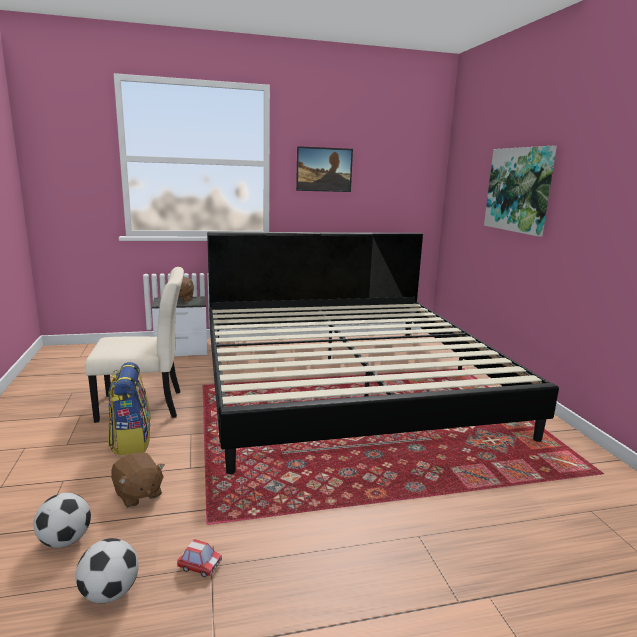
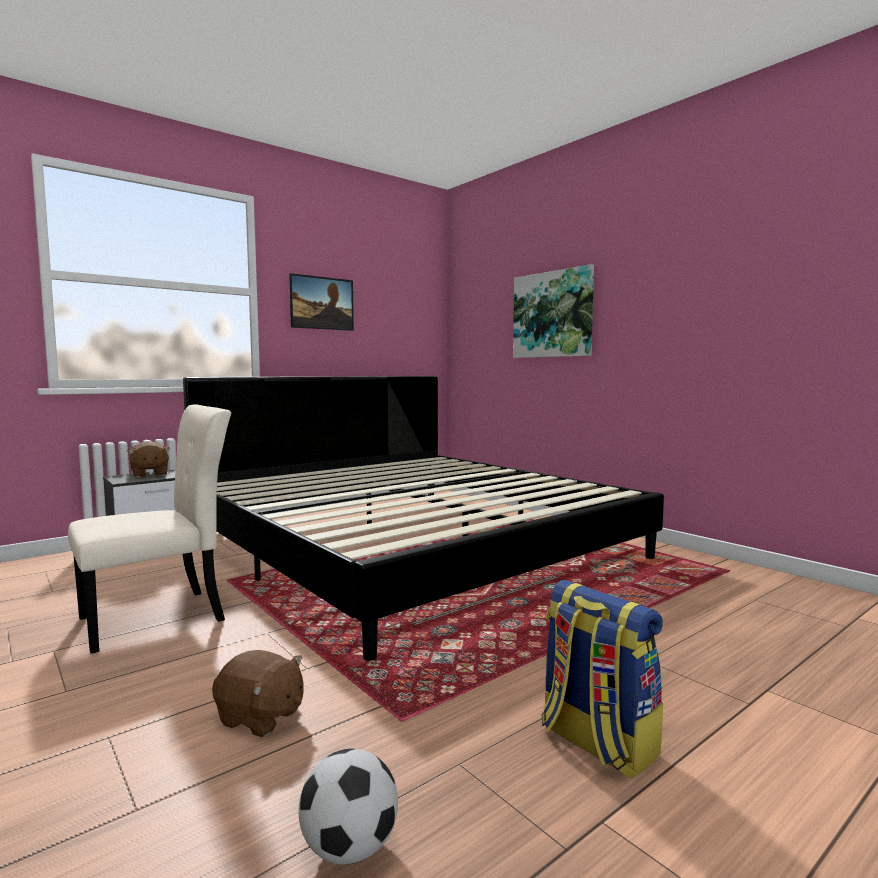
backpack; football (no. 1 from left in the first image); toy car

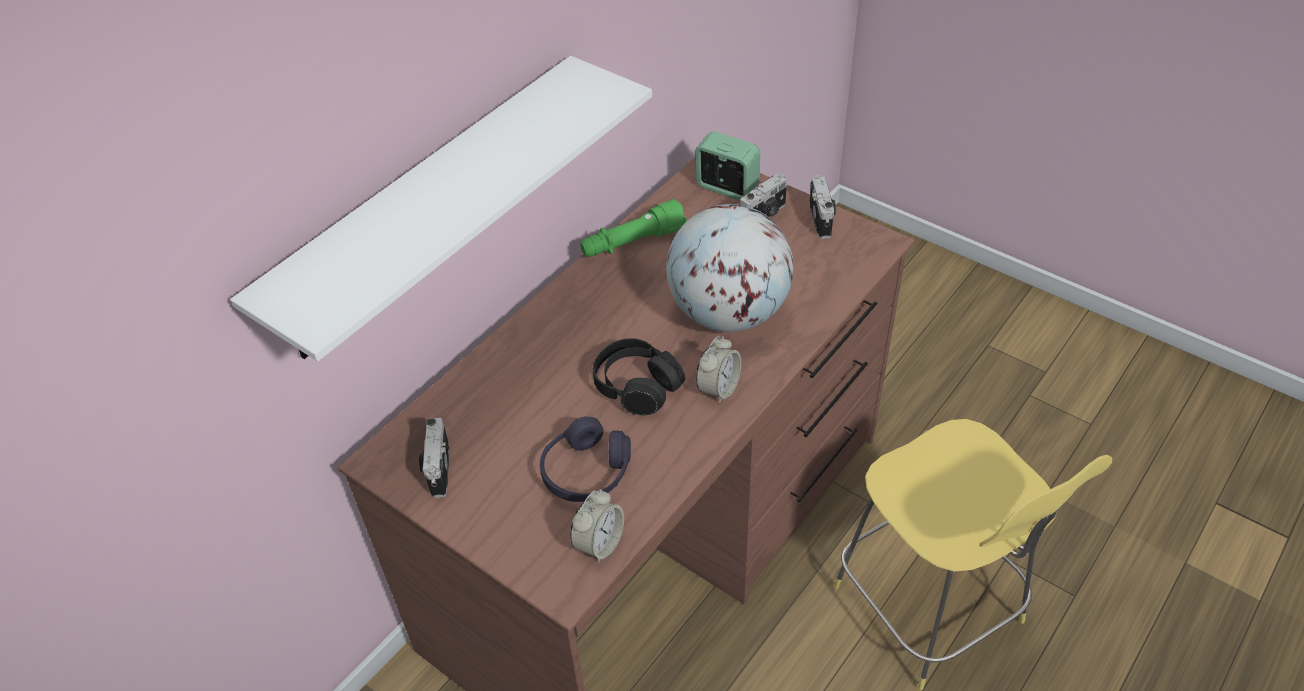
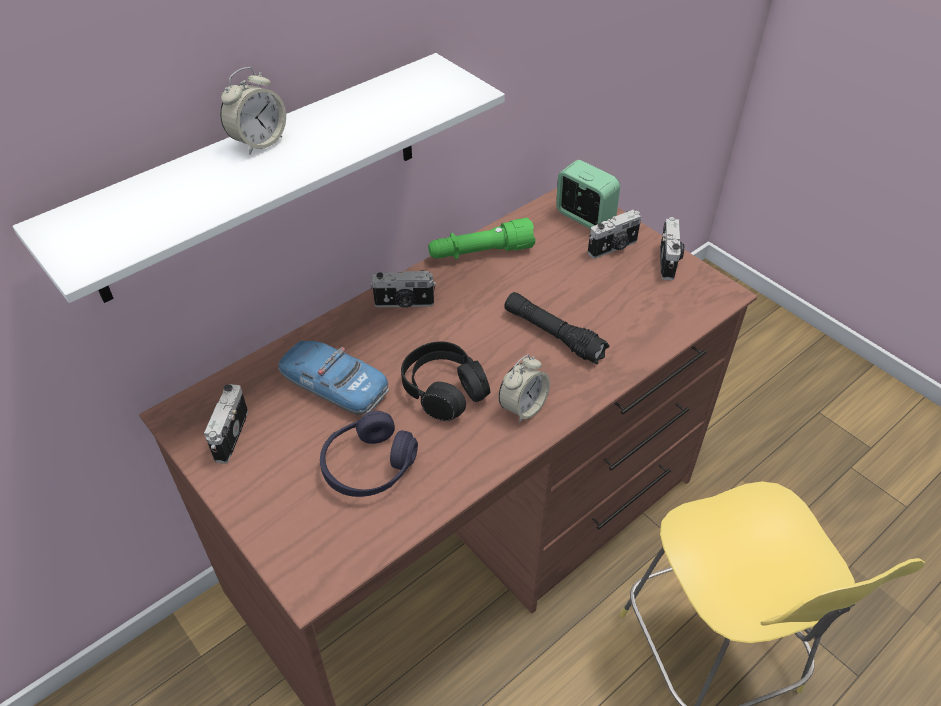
black flashlight; alarm clock (no. 1 from left); photo camera (no. 2 from left); toy car

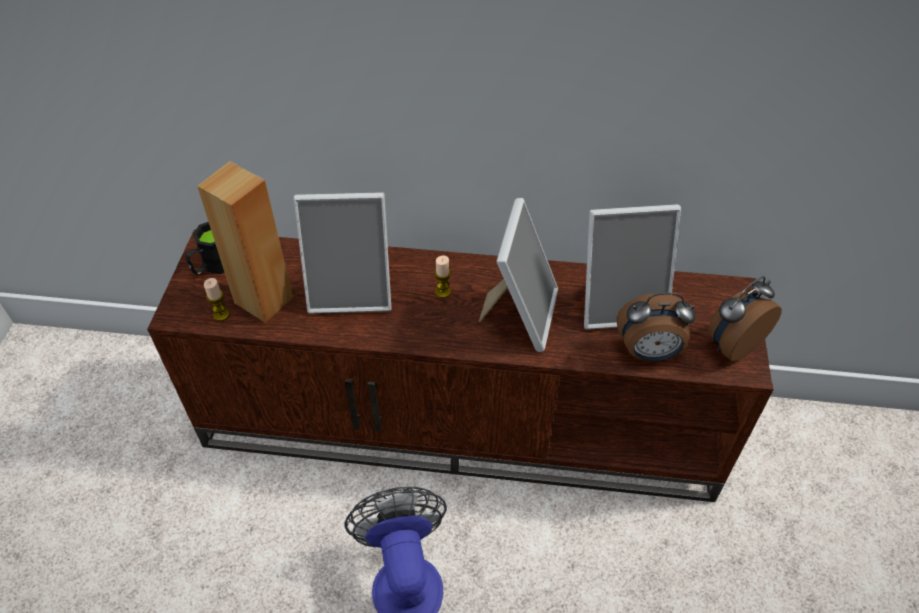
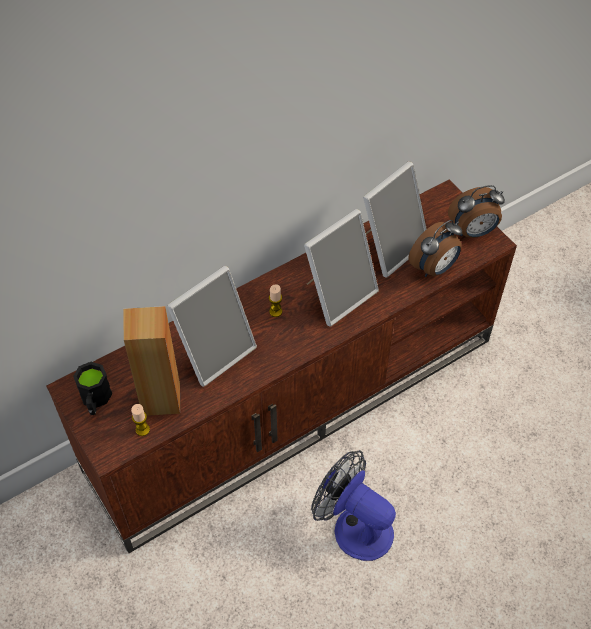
picture frame (no. 2 from left); alarm clock (no. 2 from left)

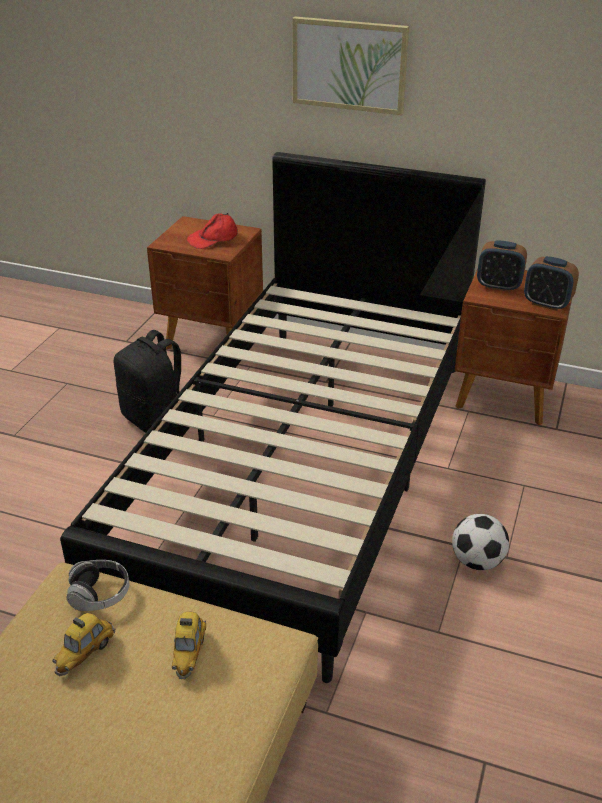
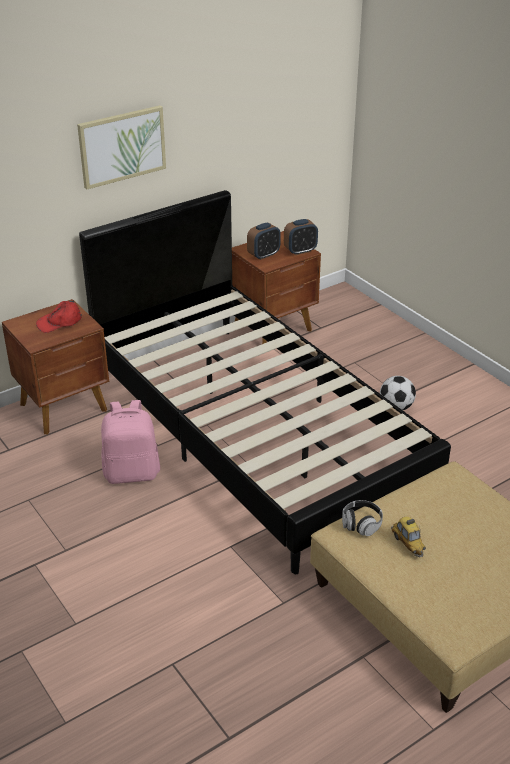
red cap; pink backpack; toy car (no. 2 from left in the first image)

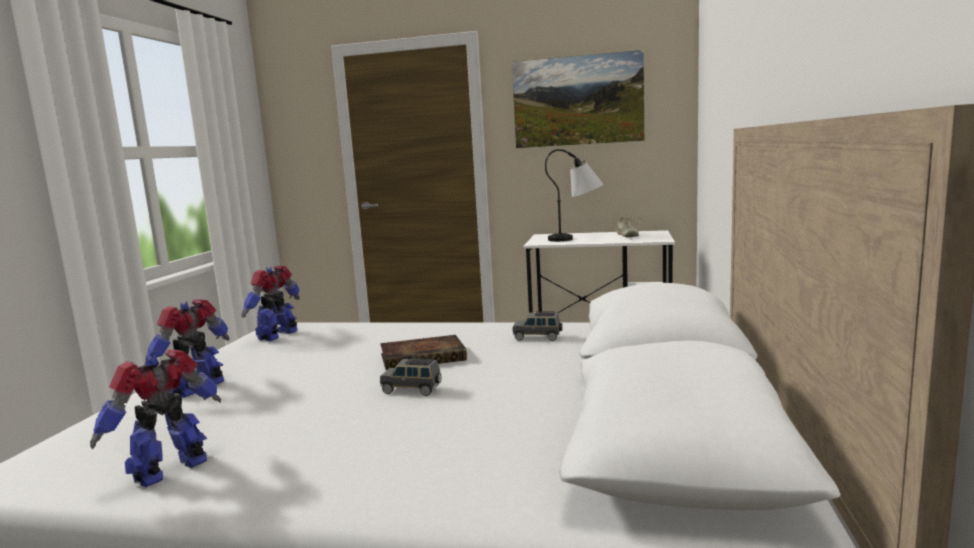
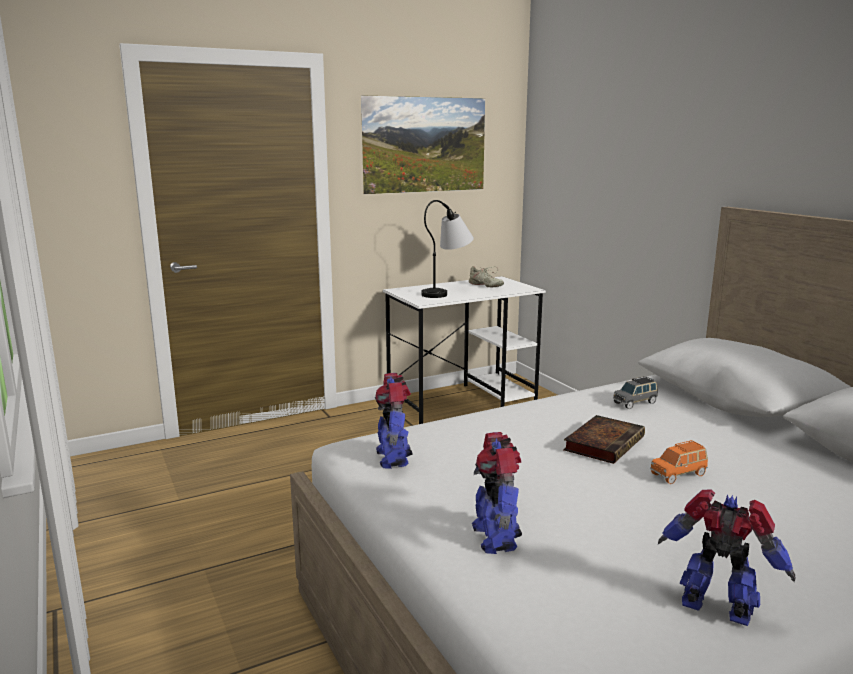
toy robot (no. 3 from left); orange toy car

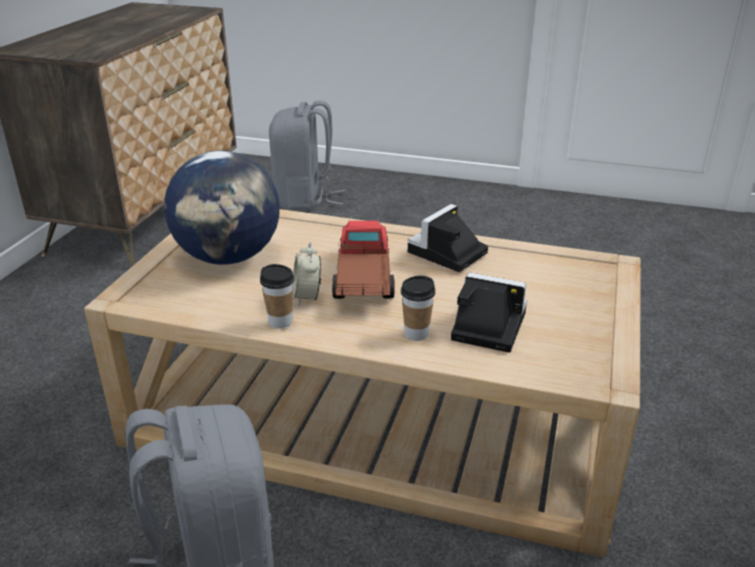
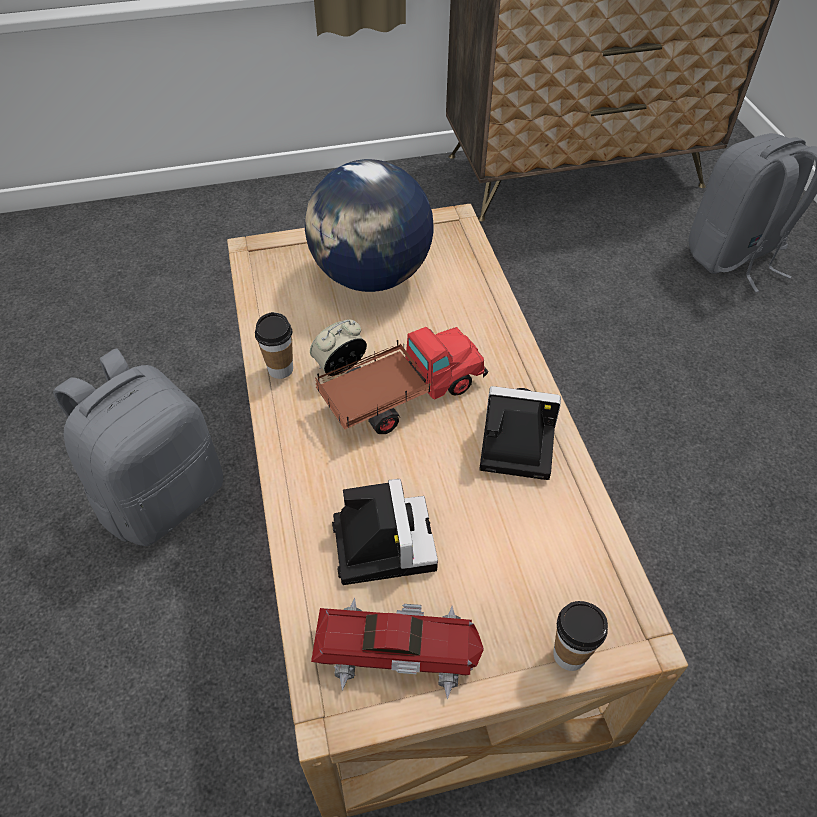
cup (no. 2 from left); toy car

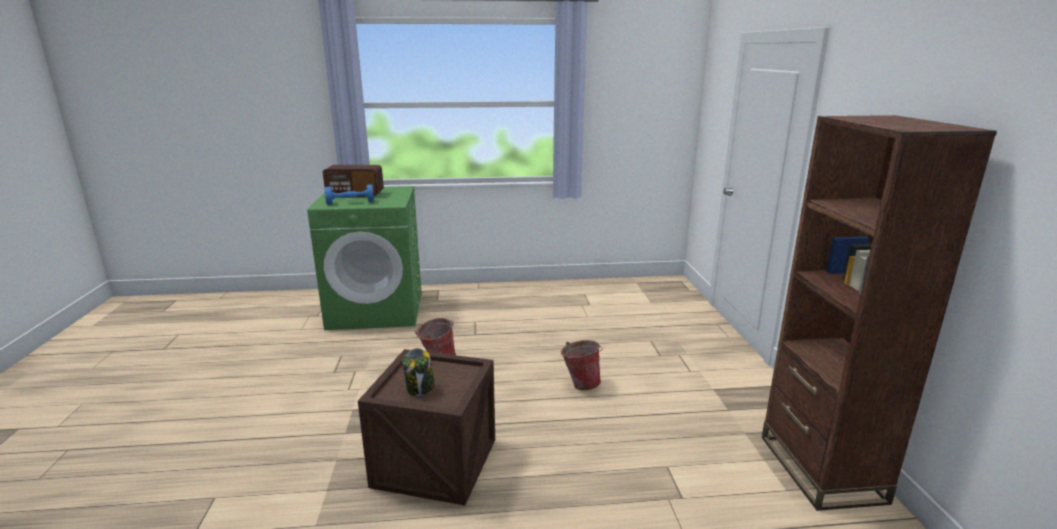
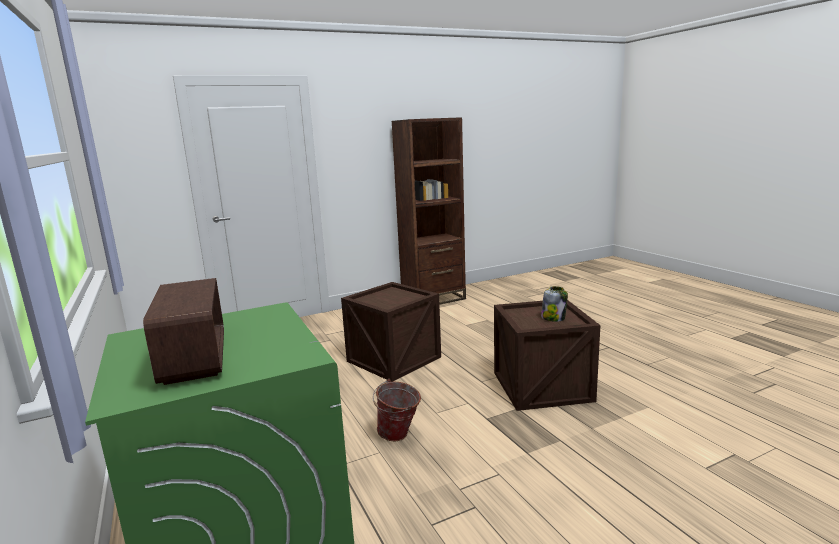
blue dumbbell; crate (no. 1 from left)

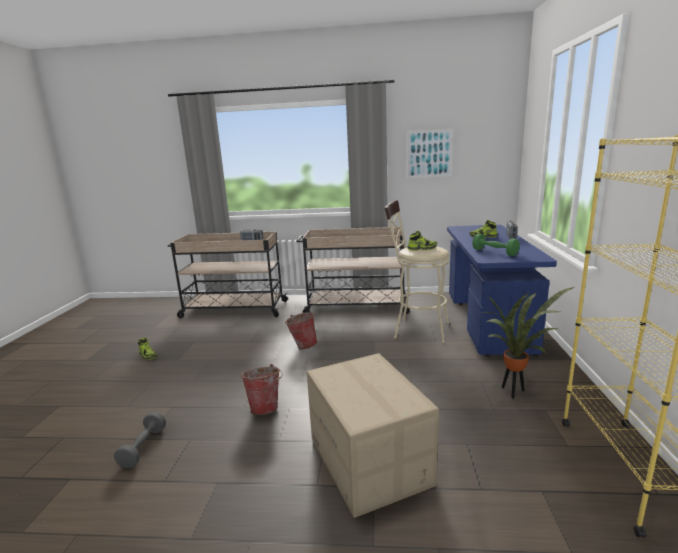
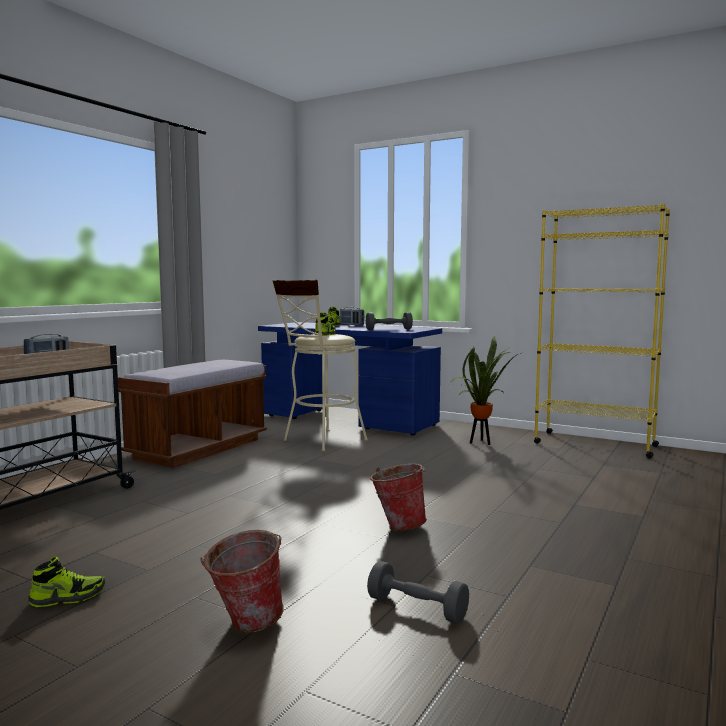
picture; brown bench; grey dumbbell (no. 1 from left); bucket (no. 1 from left); cardboard box

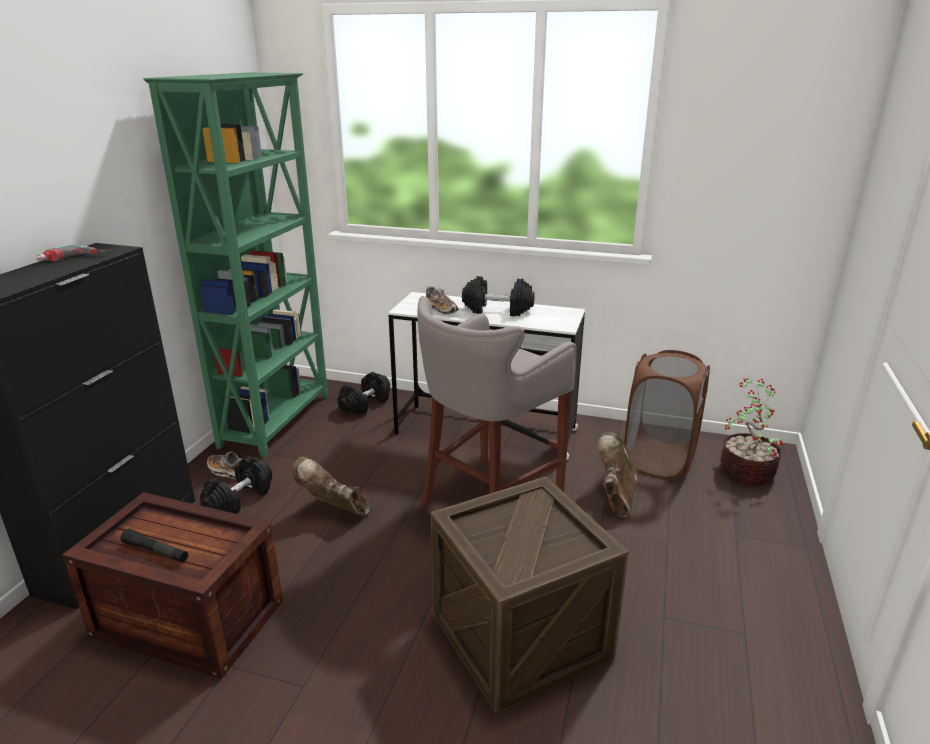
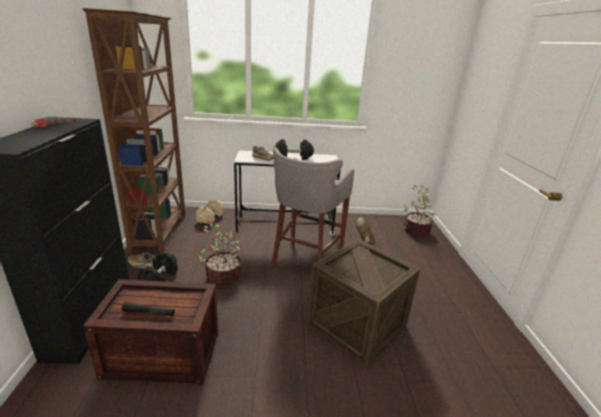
brown bookcase; brown laundry basket; beige dumbbell; potted plant (no. 1 from left)

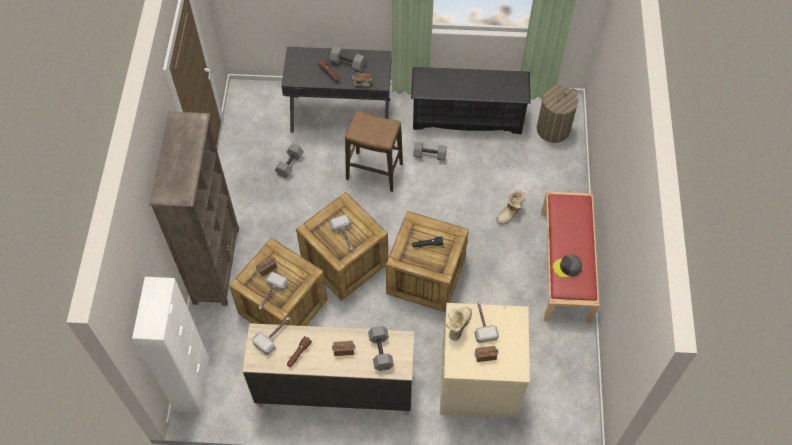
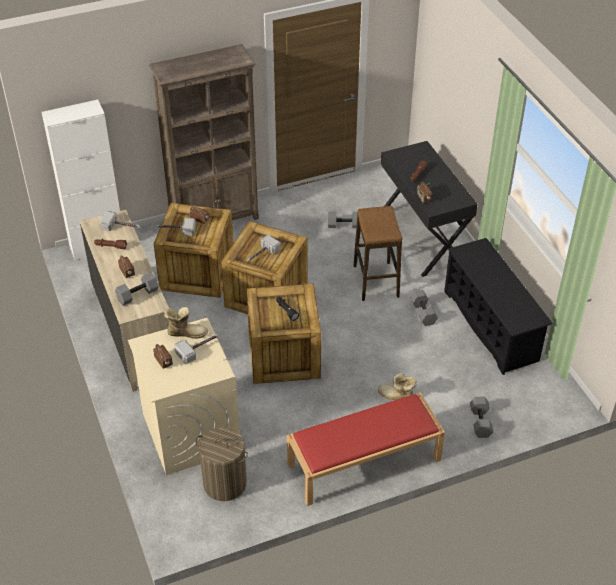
grey dumbbell (no. 4 from left); laundry basket; grey cap

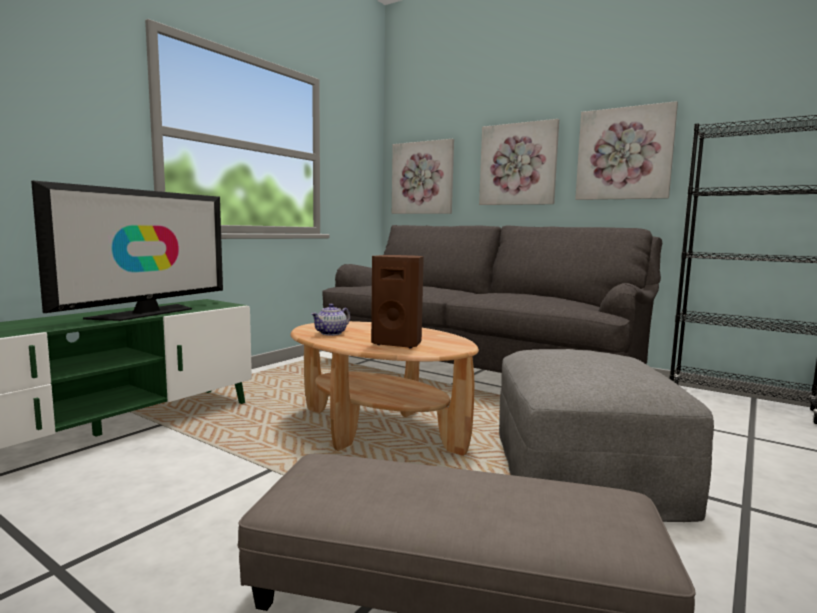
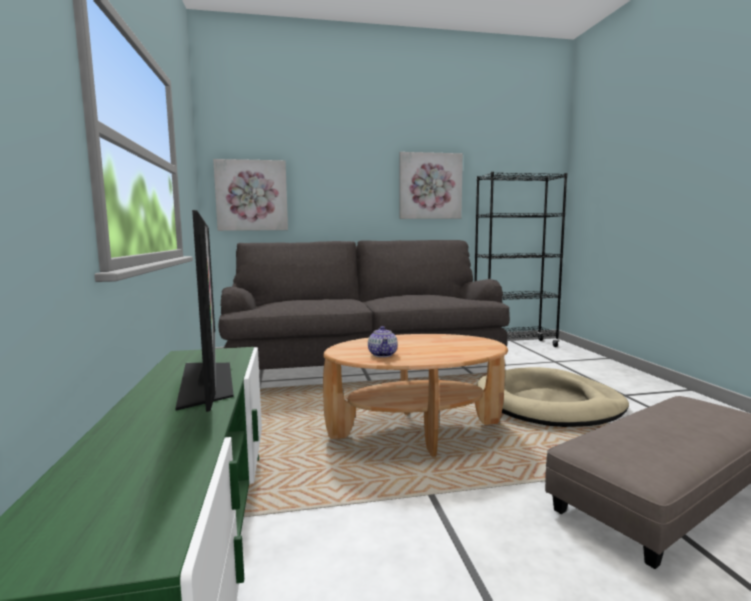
picture (no. 2 from left in the first image); brown speaker; beige dog bed

